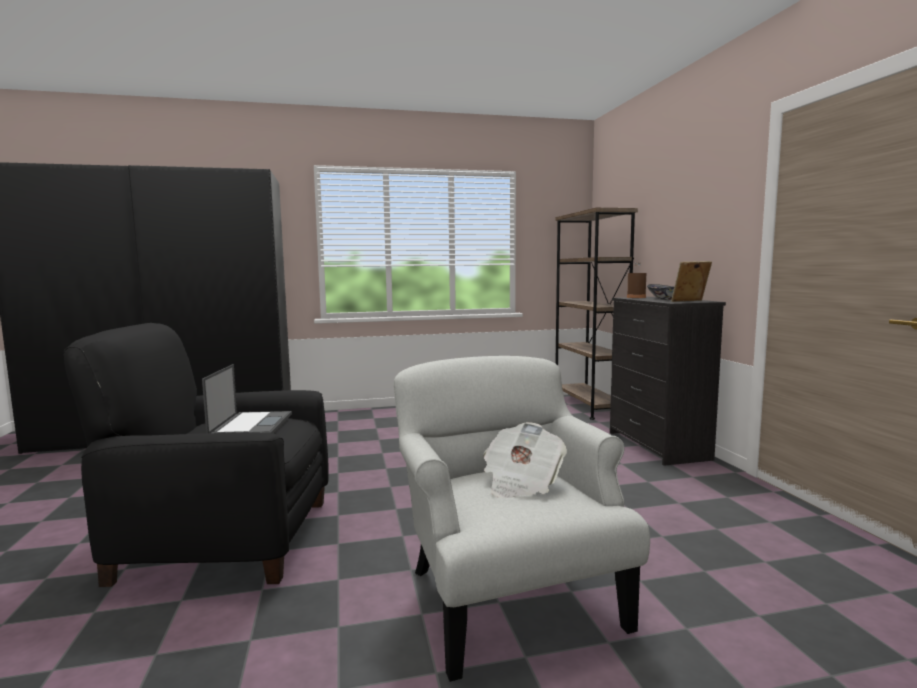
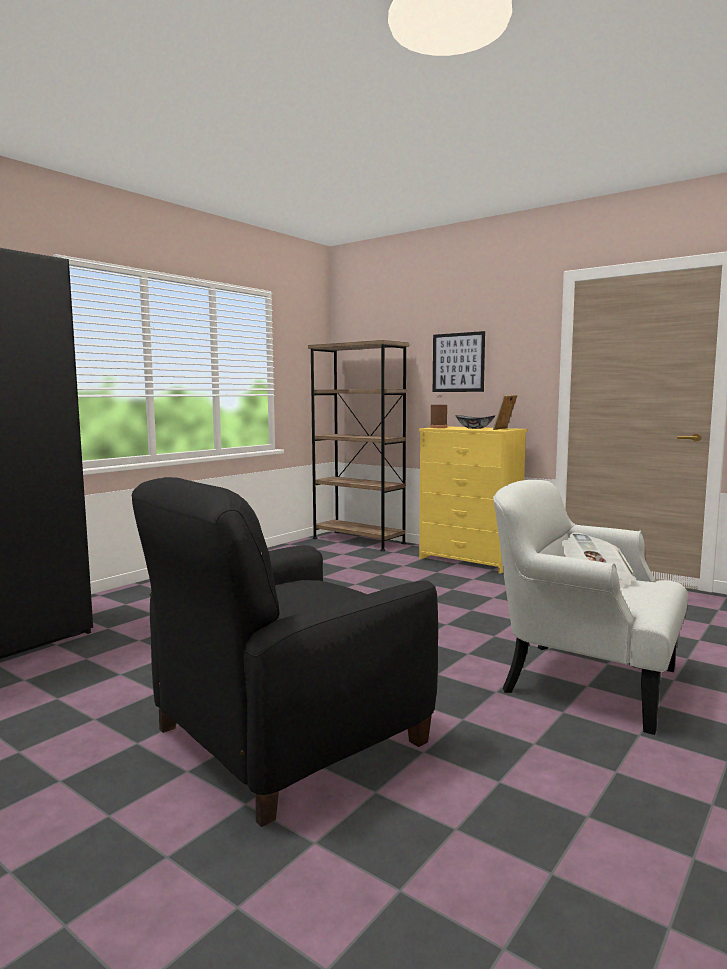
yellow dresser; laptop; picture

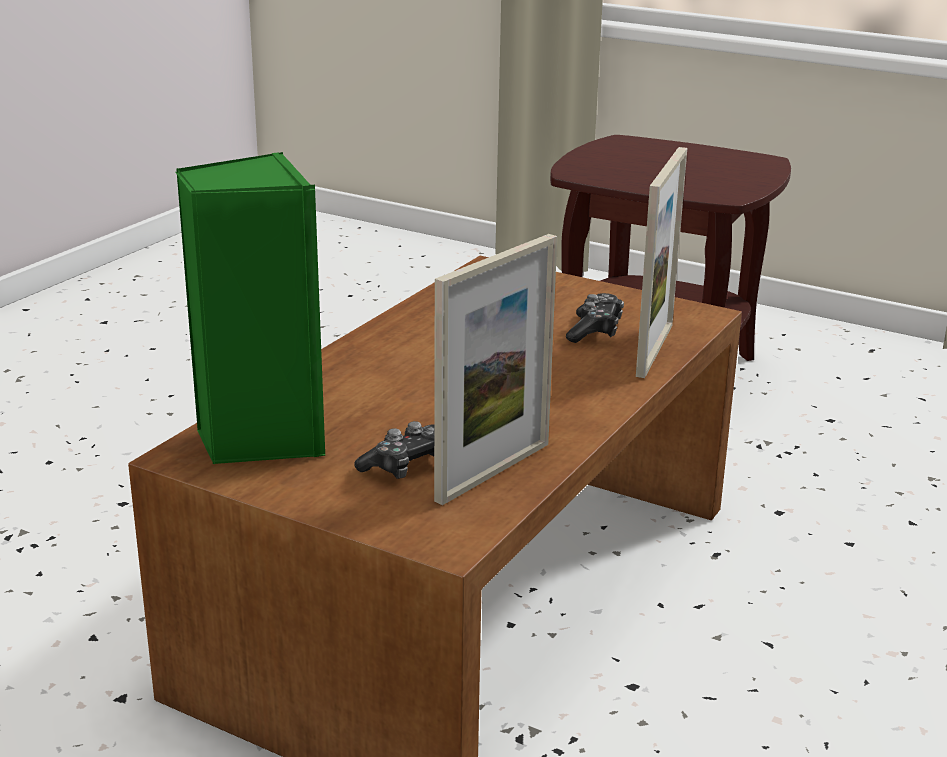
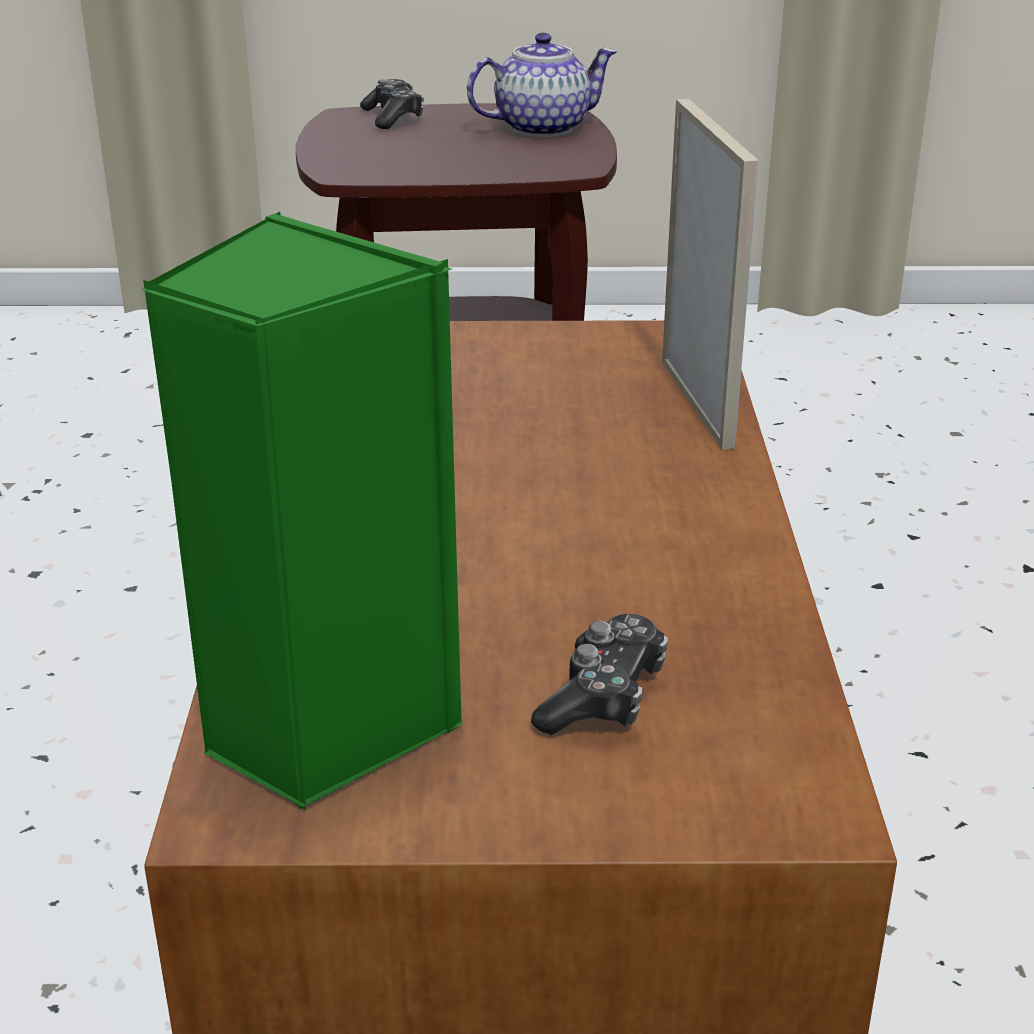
picture frame (no. 1 from left in the first image); game controller (no. 1 from left); teapot

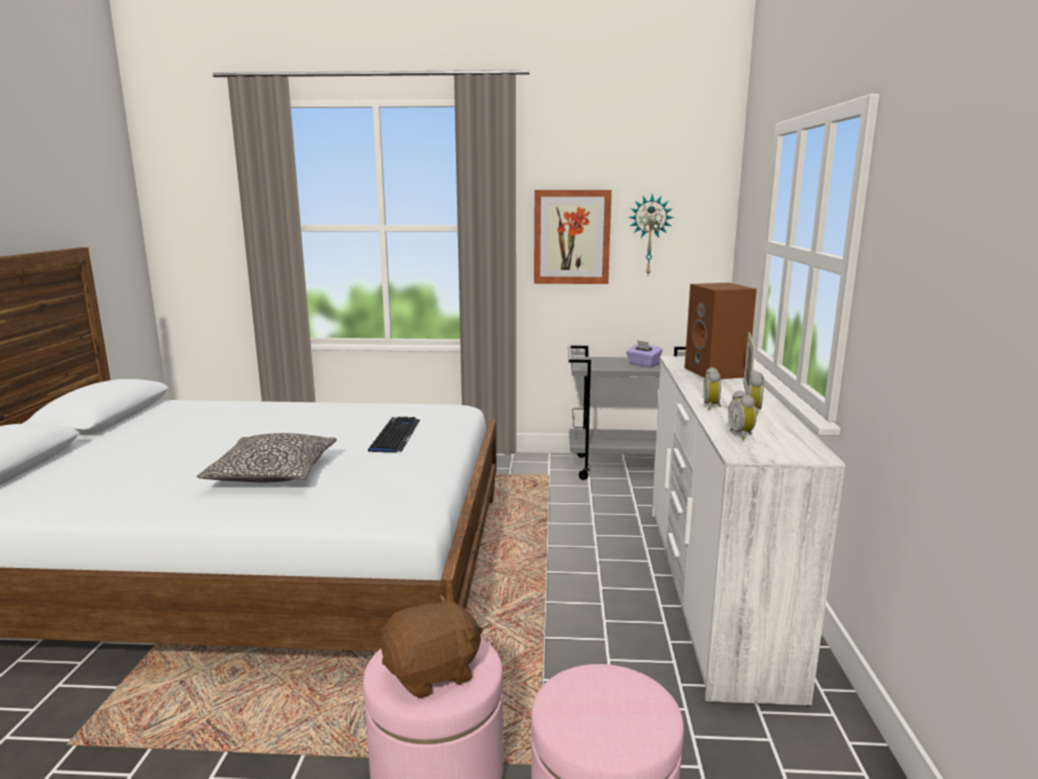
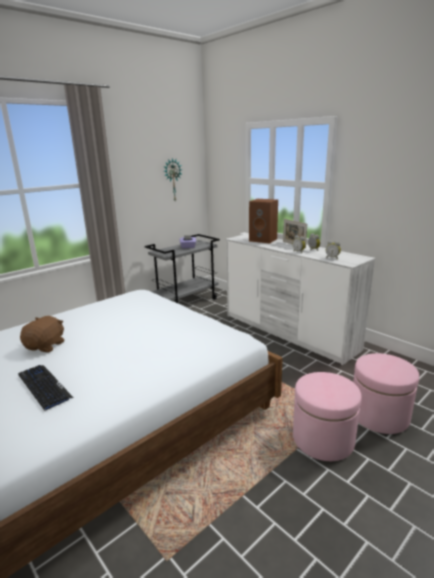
picture; keyboard; pillow; brown plush toy

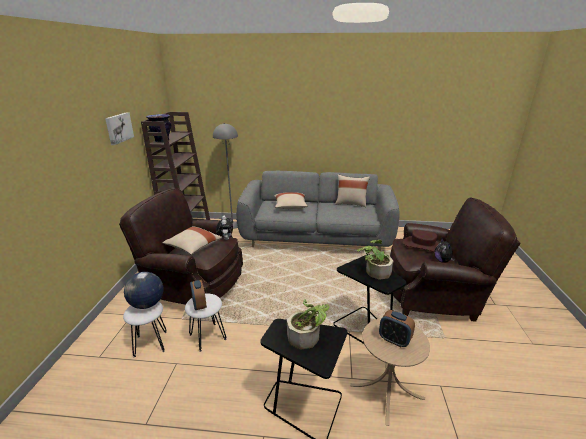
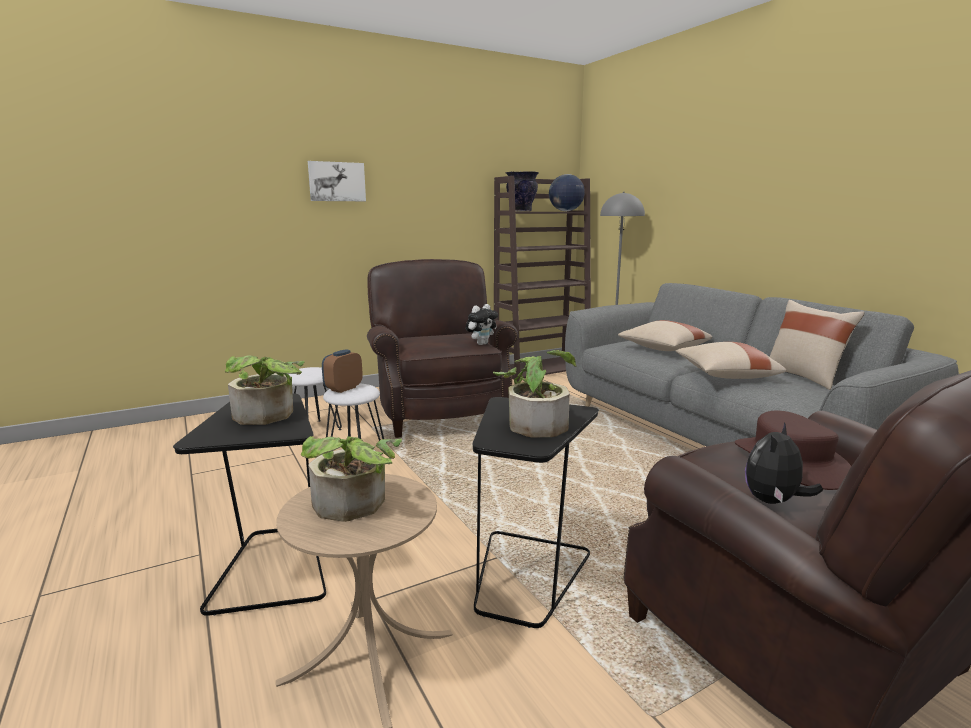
picture; beige pillow (no. 2 from left); globe; potted plant (no. 2 from left)

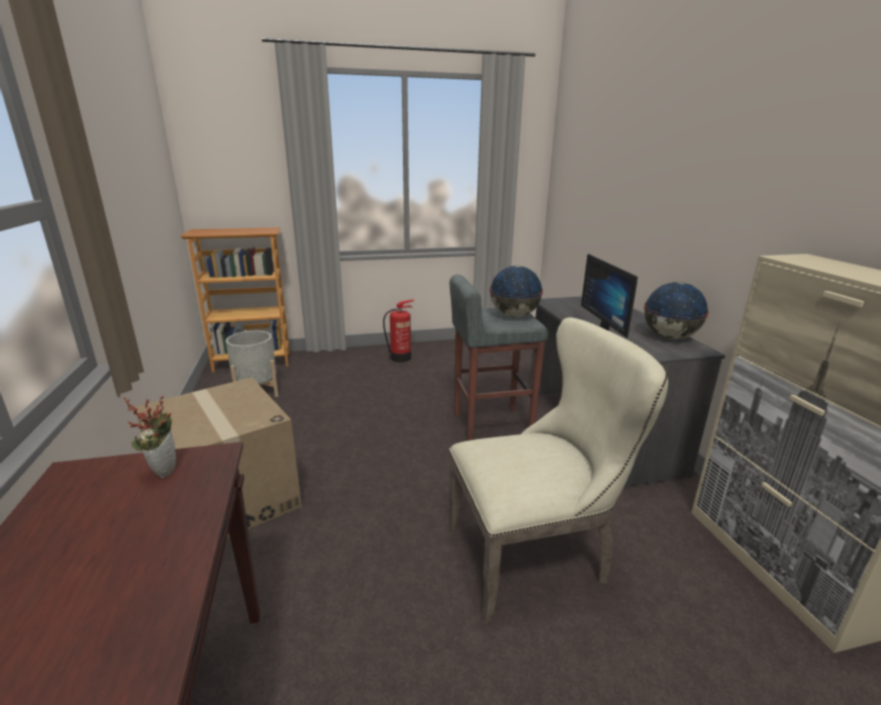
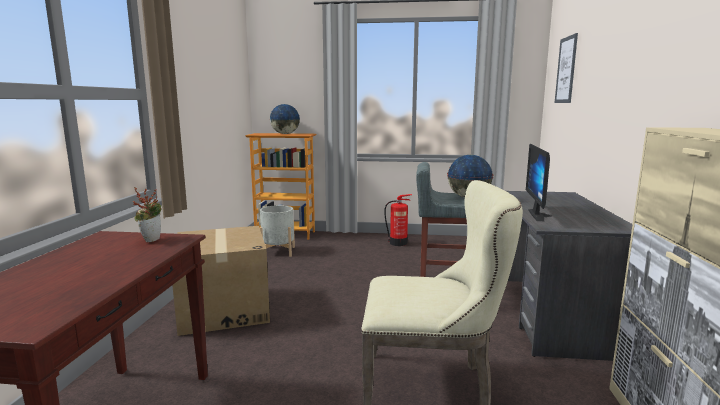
globe (no. 1 from left); picture

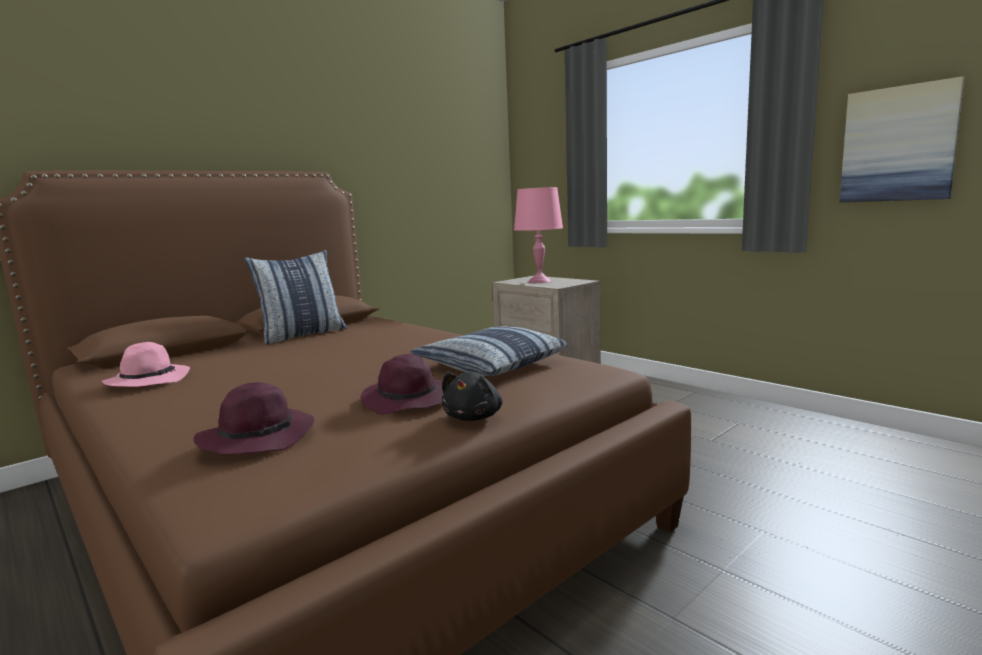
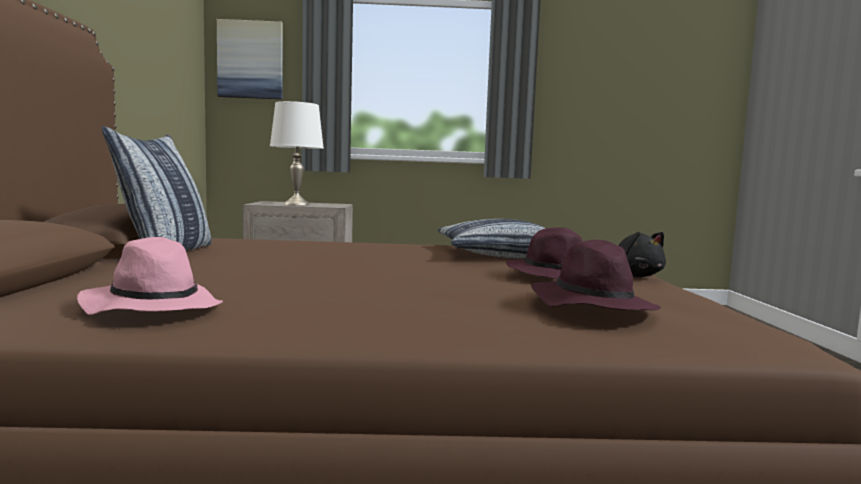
picture; white table lamp

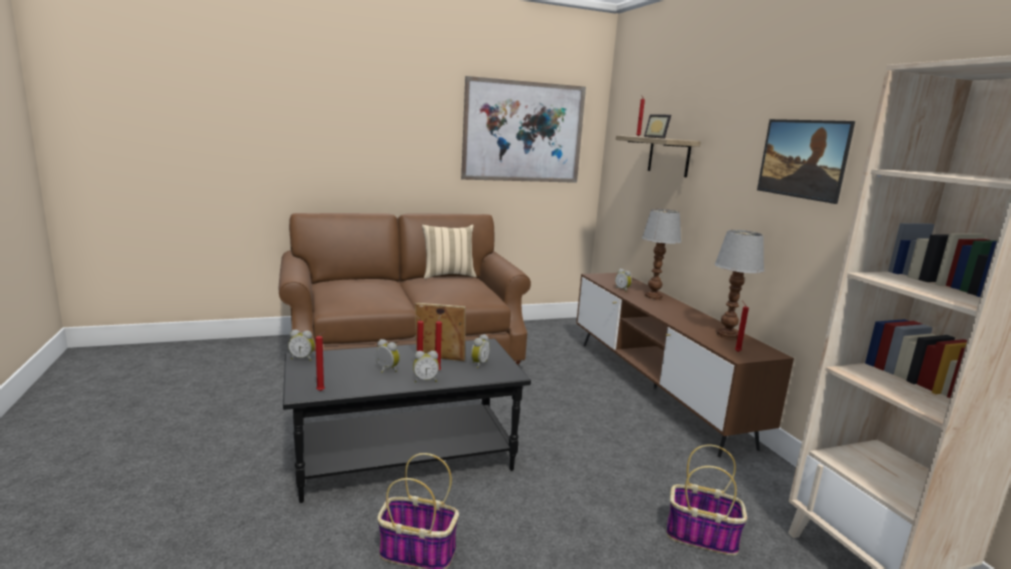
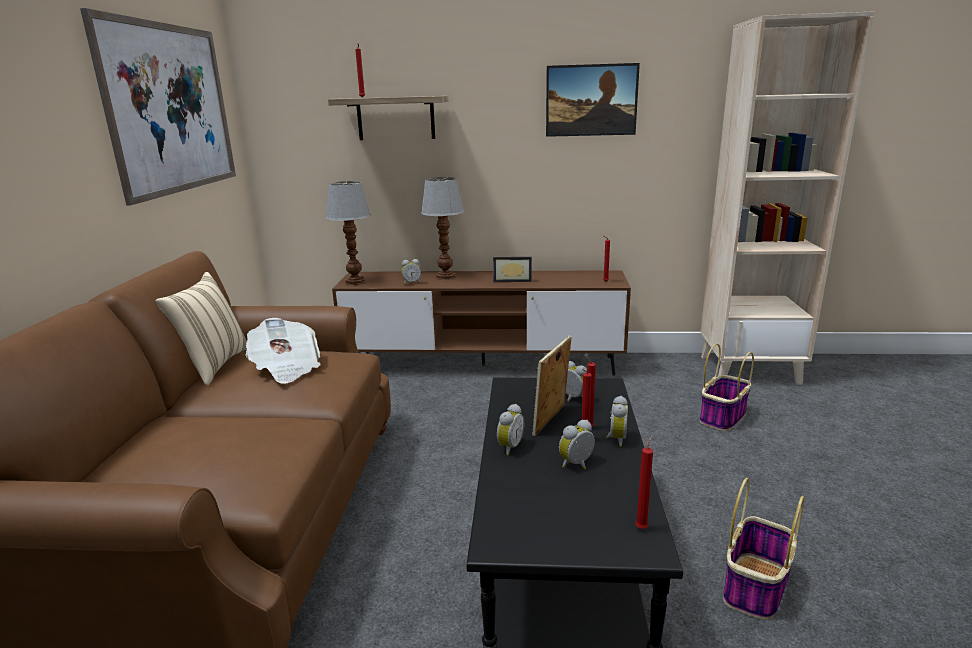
picture frame (no. 1 from left); table lamp (no. 1 from left); alarm clock (no. 2 from left); newspaper

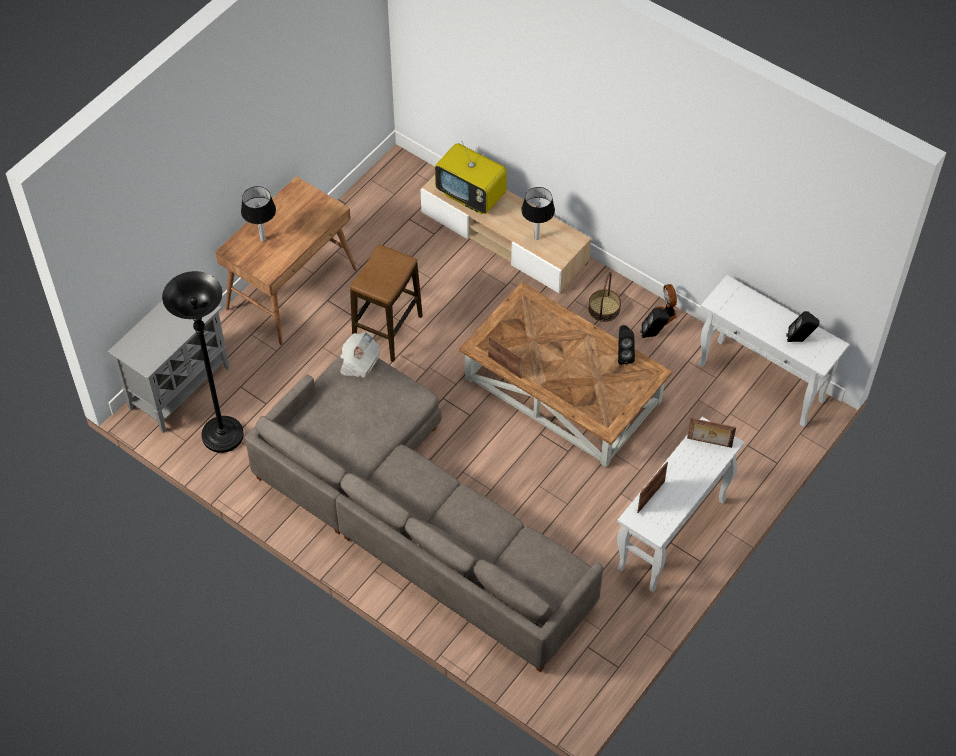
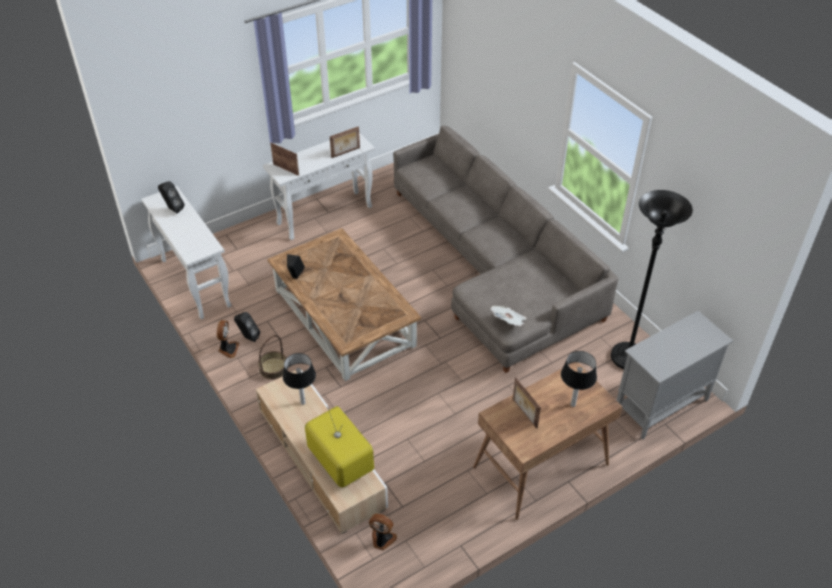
stool; picture frame (no. 3 from left); fan (no. 2 from left)

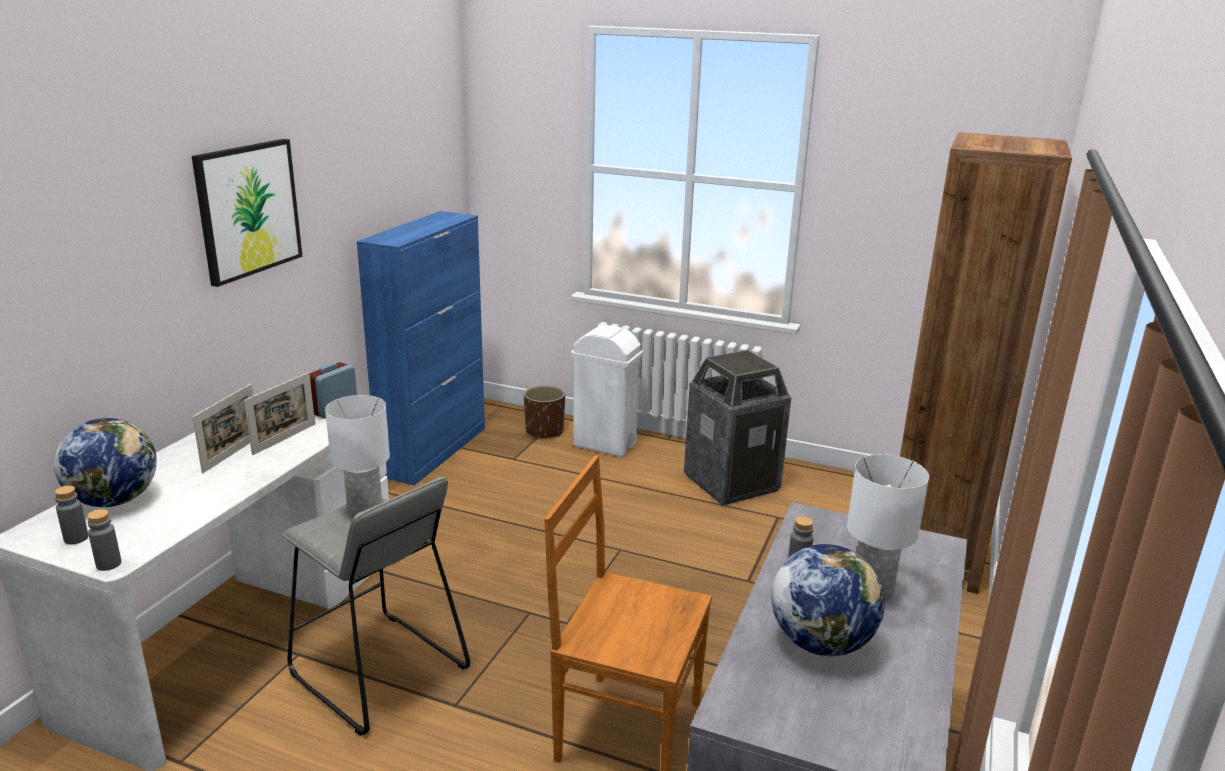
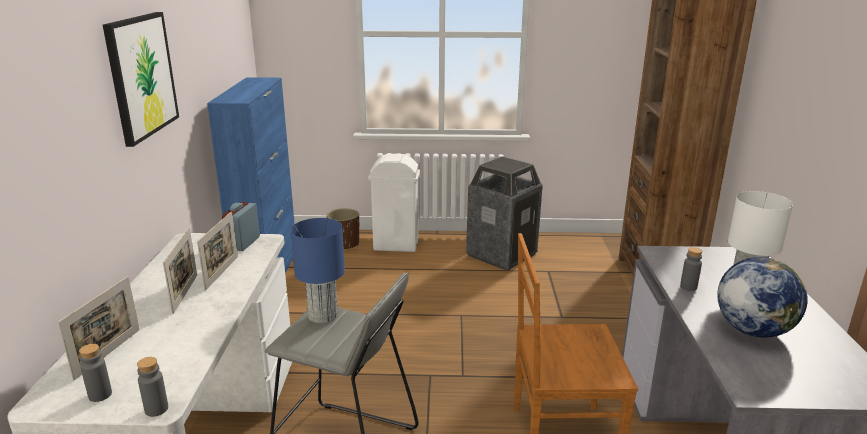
blue table lamp; picture frame (no. 1 from left)

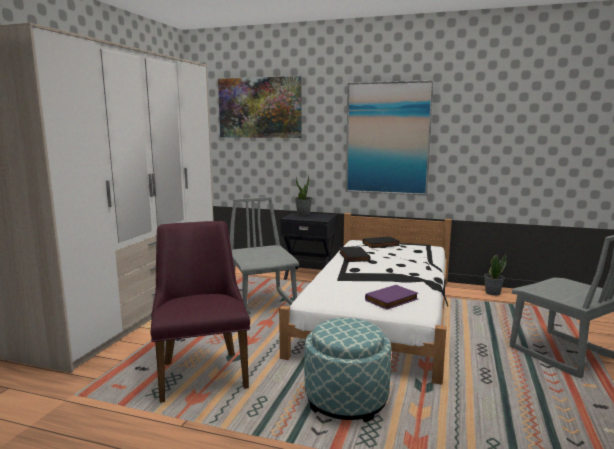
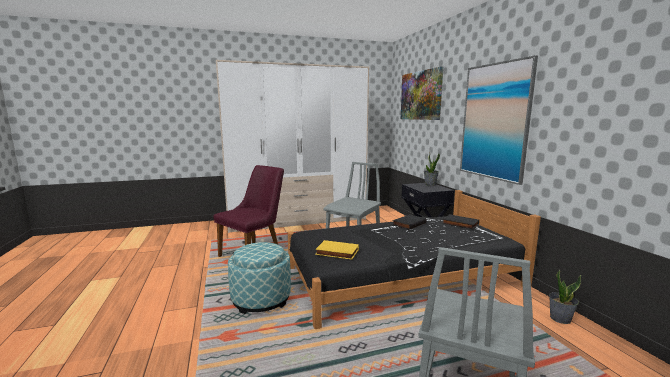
black bed; yellow book

